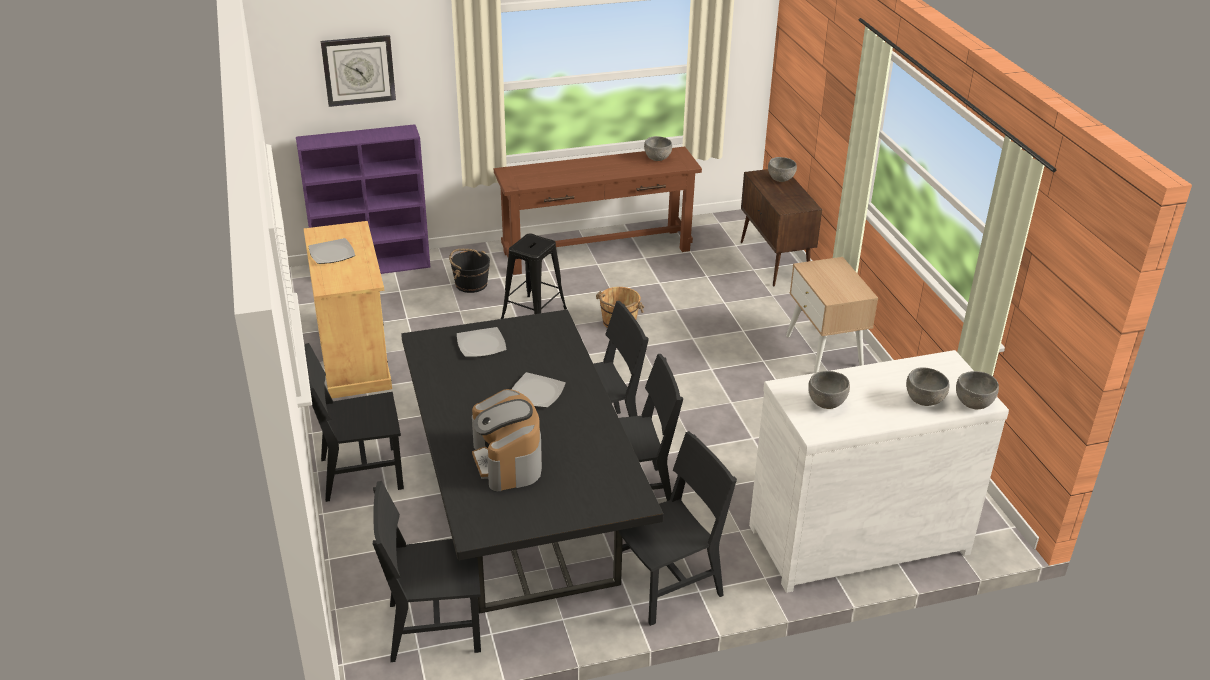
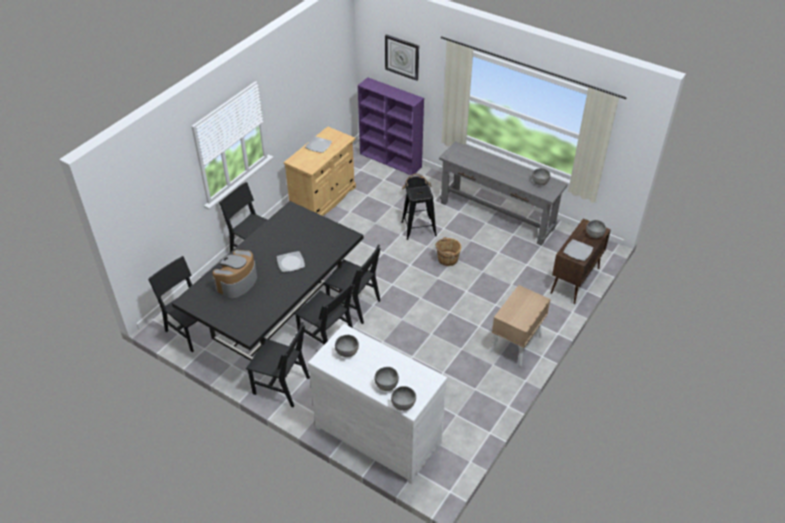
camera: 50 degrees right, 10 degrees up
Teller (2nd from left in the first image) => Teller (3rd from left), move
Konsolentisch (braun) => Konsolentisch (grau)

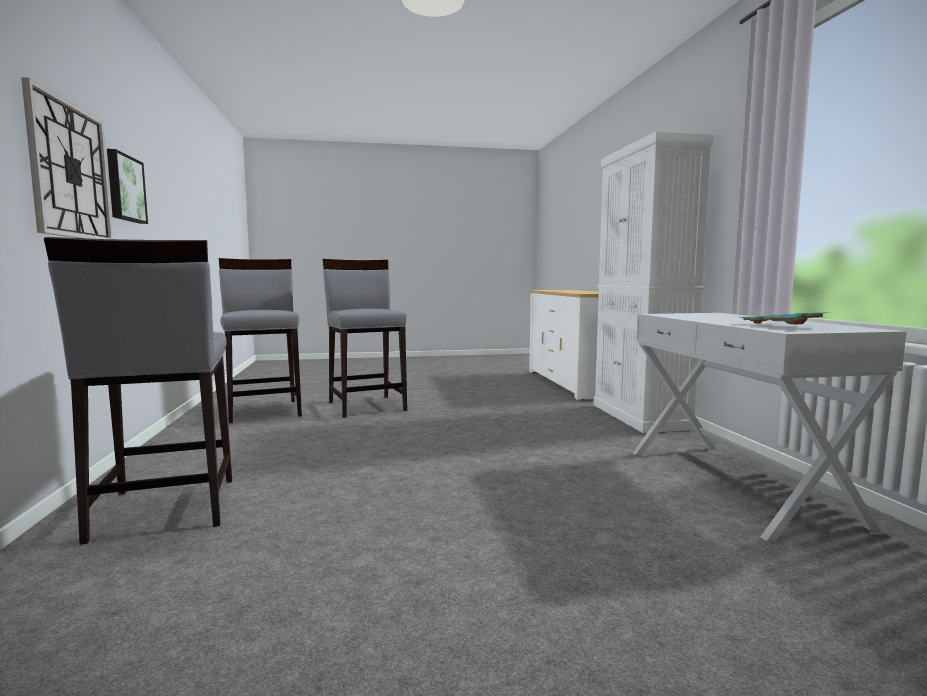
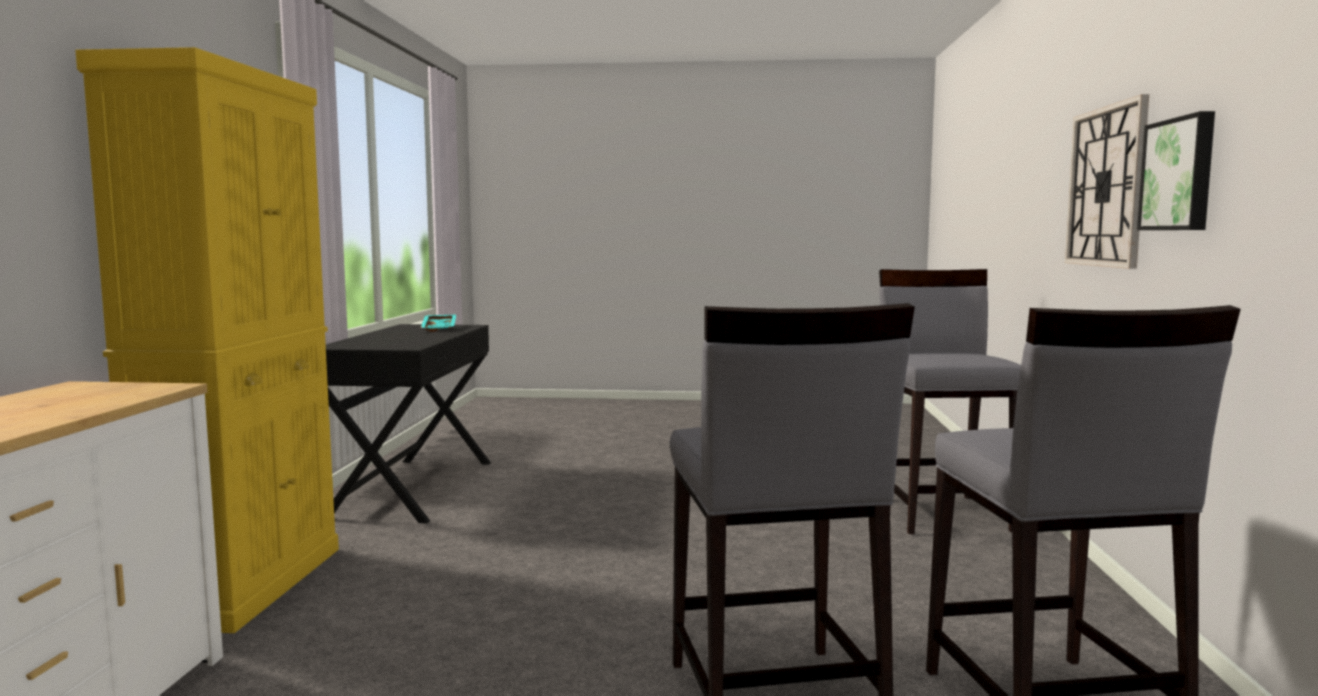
camera: 165 degrees left, 0 degrees up
Schrank (weiß) => Schrank (gelb)
Konsolentisch (weiß) => Konsolentisch (schwarz)

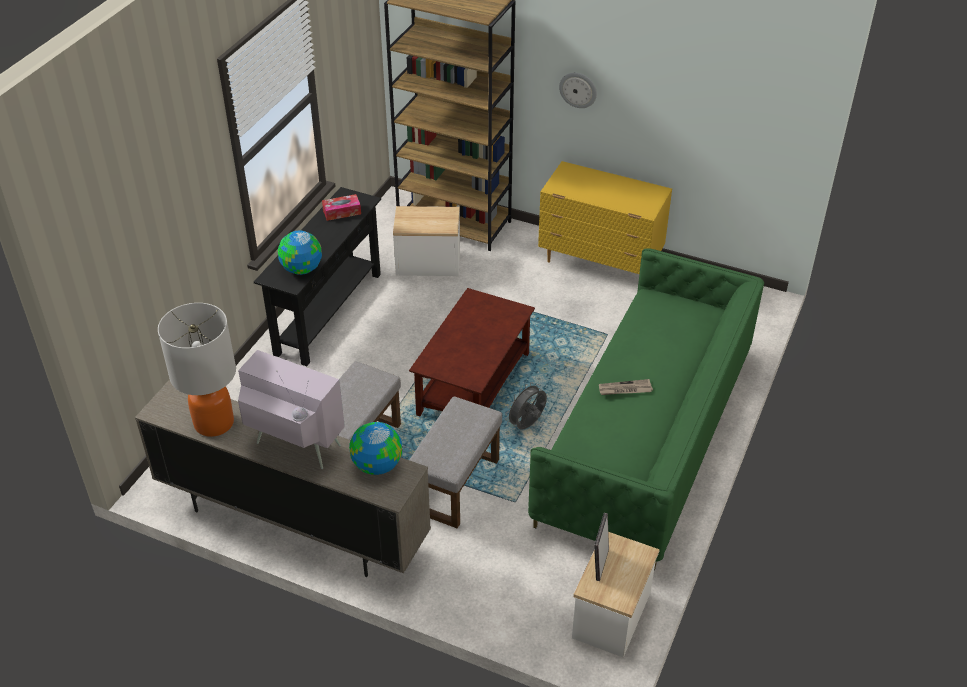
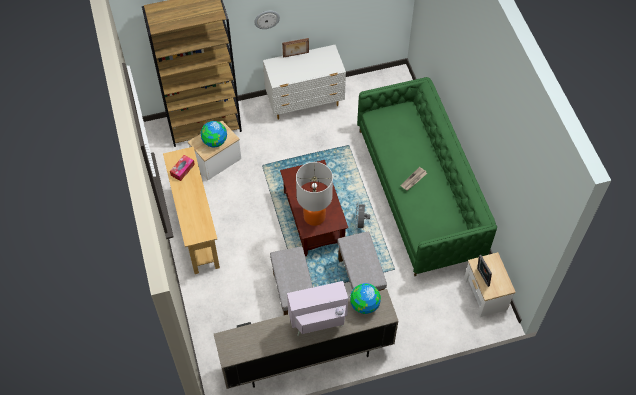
camera: 40 degrees left, 15 degrees up
Tischlampe, move
Konsolentisch (schwarz) => Konsolentisch (beige)
Globus (1st from left), move
Kommode (gelb) => Kommode (weiß)
nothing => Bilderrahmen (1st from left)

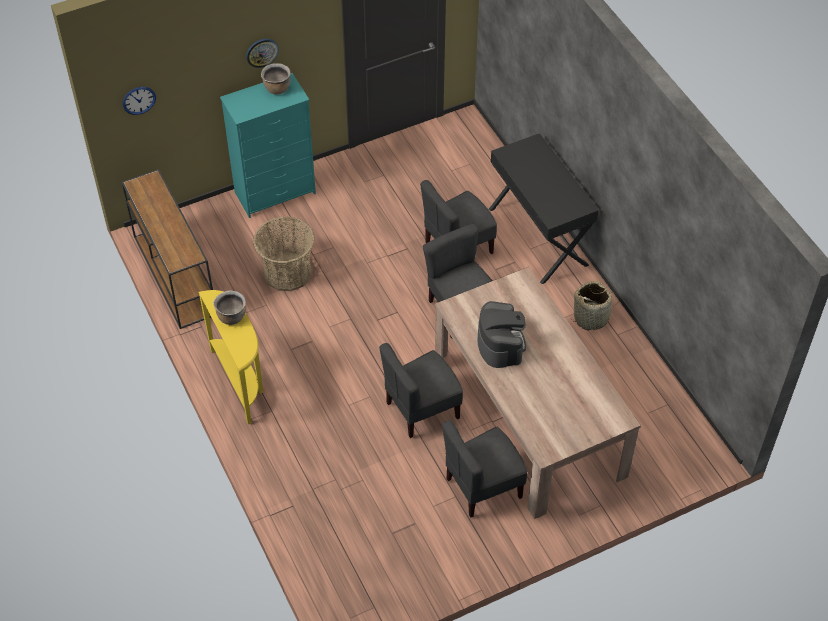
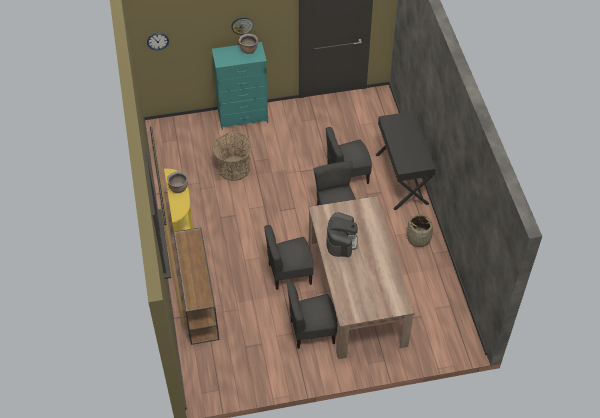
camera: 15 degrees right, 0 degrees up
Konsolentisch (braun), move

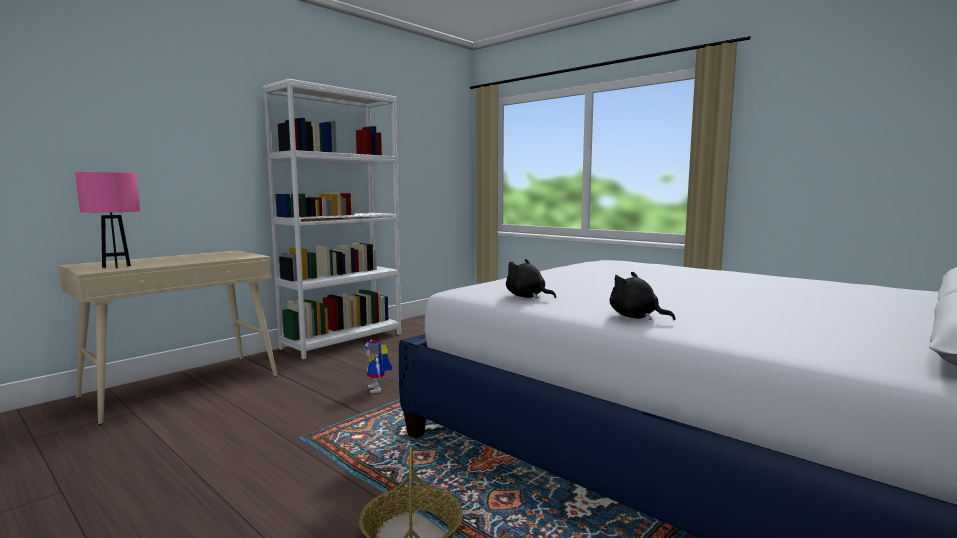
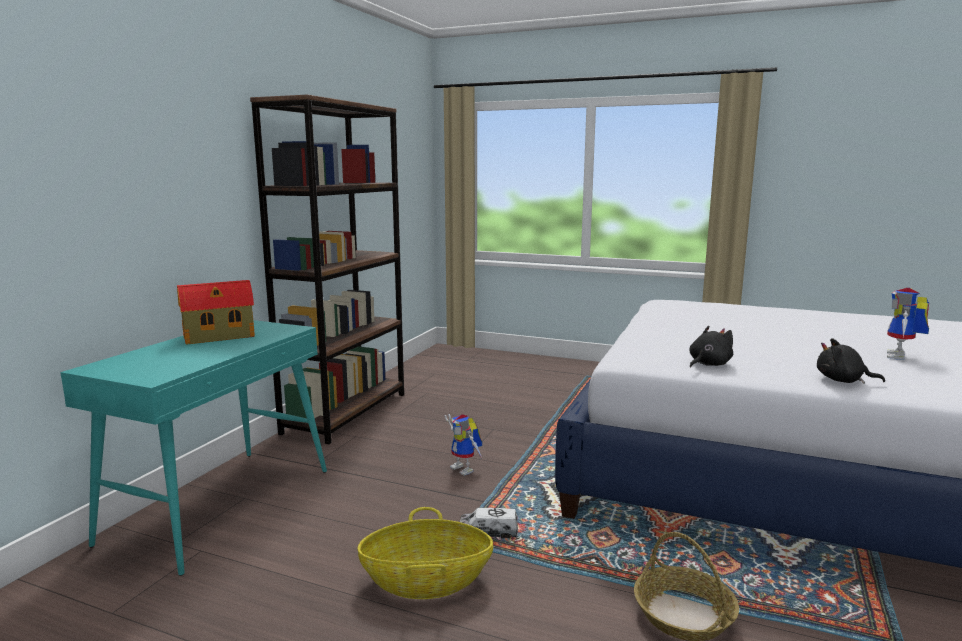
camera: 20 degrees left, 5 degrees up
Konsolentisch (beige) => Konsolentisch (türkis)
Tischlampe (rosa) => nothing
Bücherregal (weiß) => Bücherregal (braun)
Plüschtier (schwarz) (1st from left), 120 degrees clockwise
nothing => Spielzeughaus
nothing => Korb (1st from left)
nothing => Spielzeuglaster
nothing => Spielzeugroboter (2nd from left)

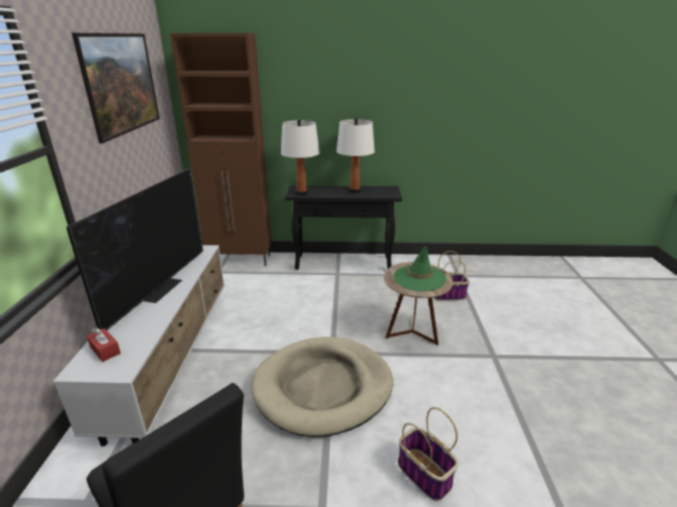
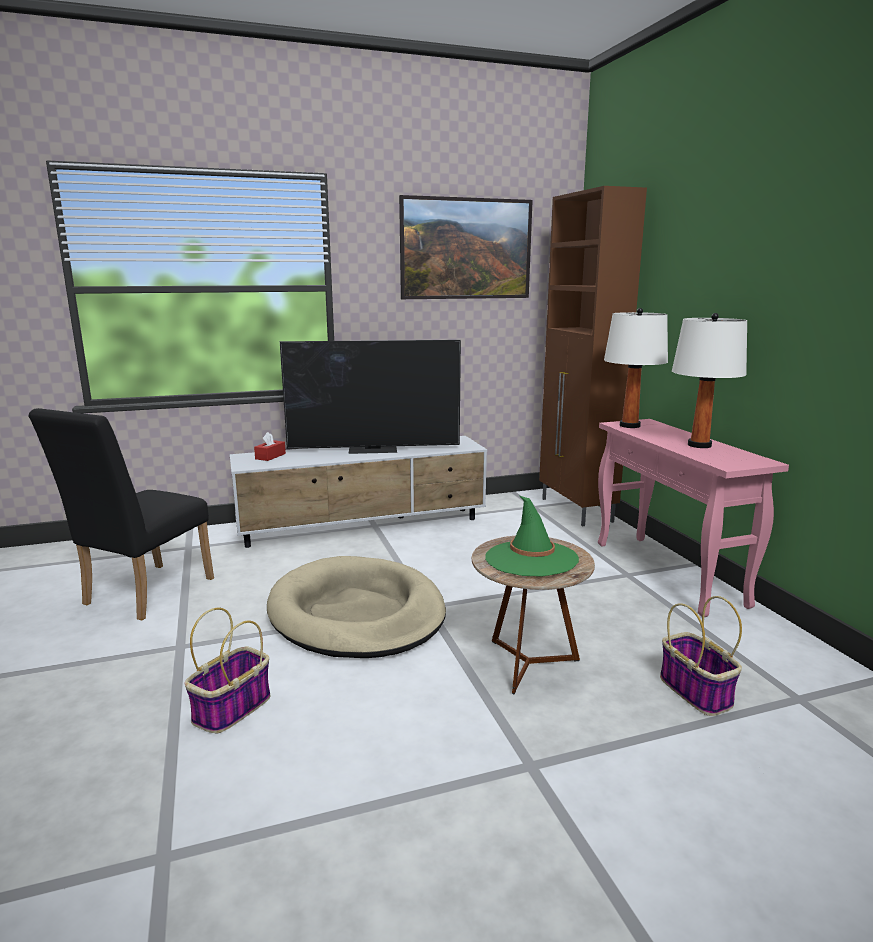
camera: 70 degrees right, 10 degrees down
Konsolentisch (schwarz) => Konsolentisch (rosa)

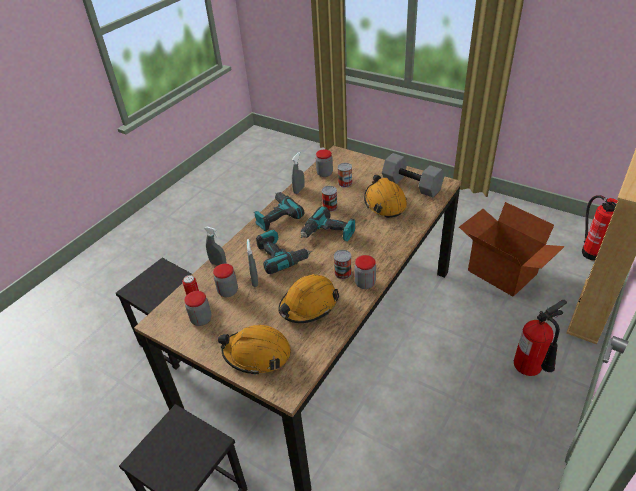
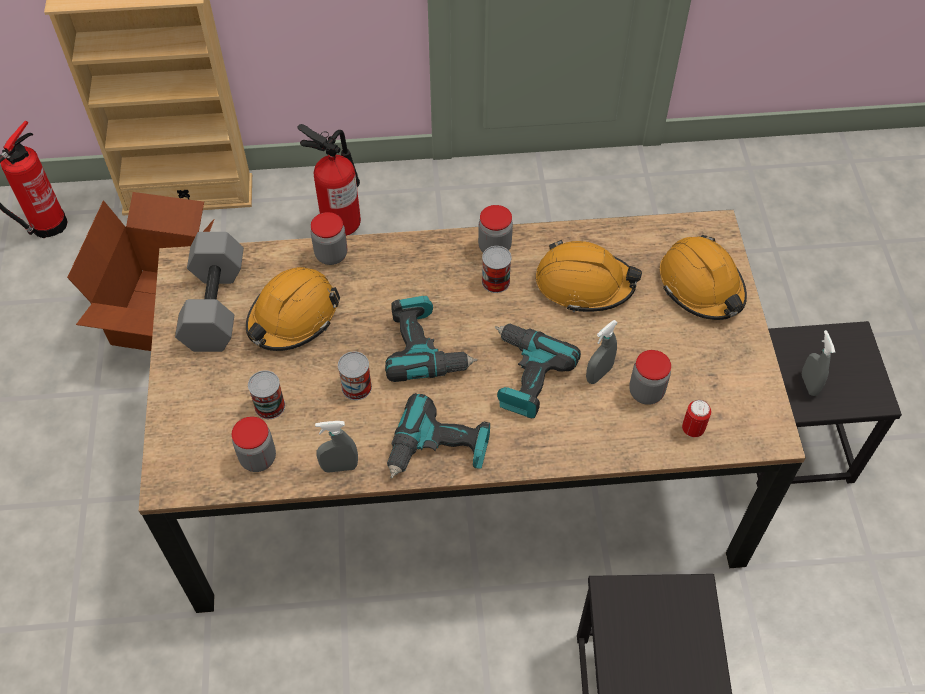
camera: 130 degrees left, 15 degrees up
Vorratsglas (1st from left in the first image) => Vorratsglas (2nd from left), move
Sprühflasche (grau) (1st from left in the first image) => Sprühflasche (grau) (3rd from left), move

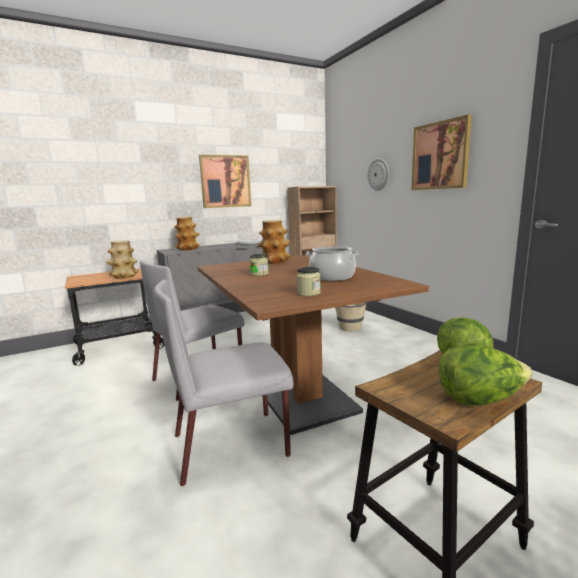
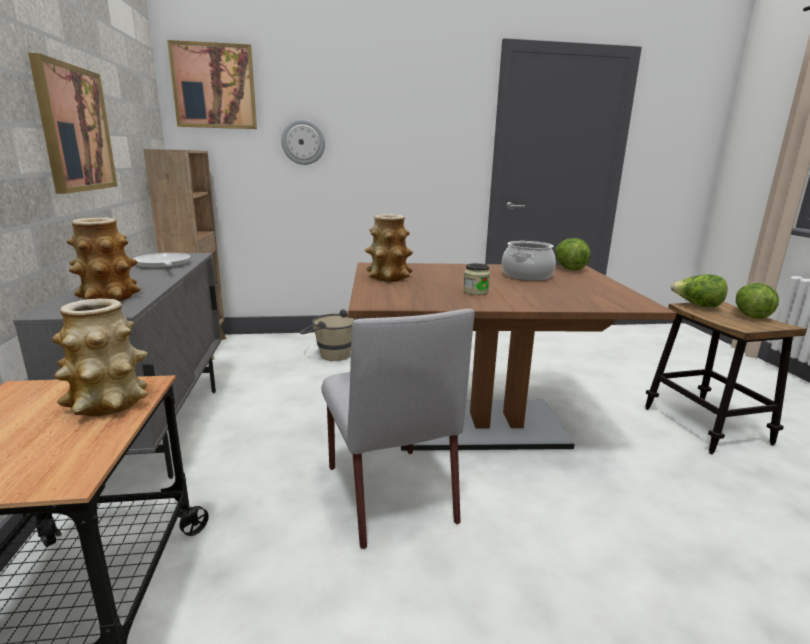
camera: 70 degrees left, 5 degrees up
Stuhl (grau) (2nd from left) => nothing
Vorratsglas (2nd from left) => nothing
Bild (2nd from left), move
nothing => Salatkopf (1st from left)

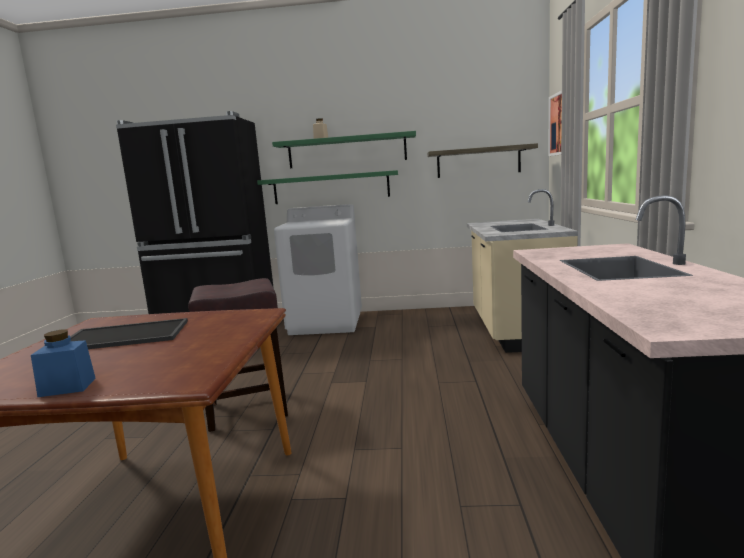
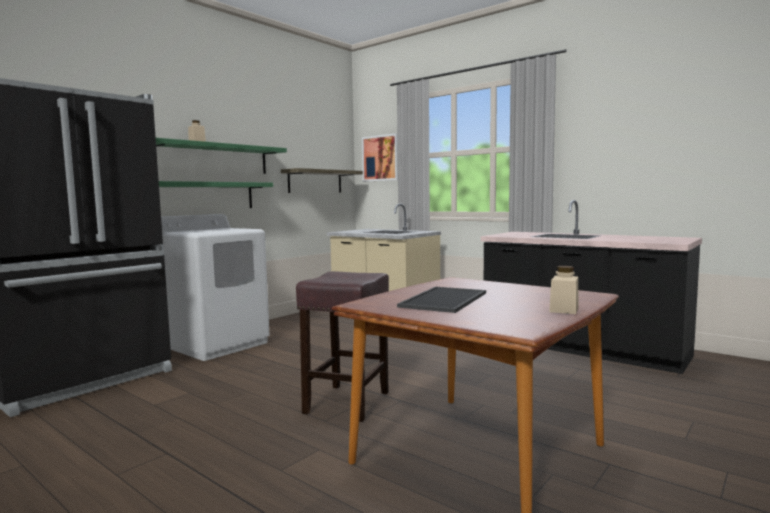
camera: 55 degrees left, 5 degrees down
Vorratsglas (blau) => Vorratsglas (beige) (2nd from left)

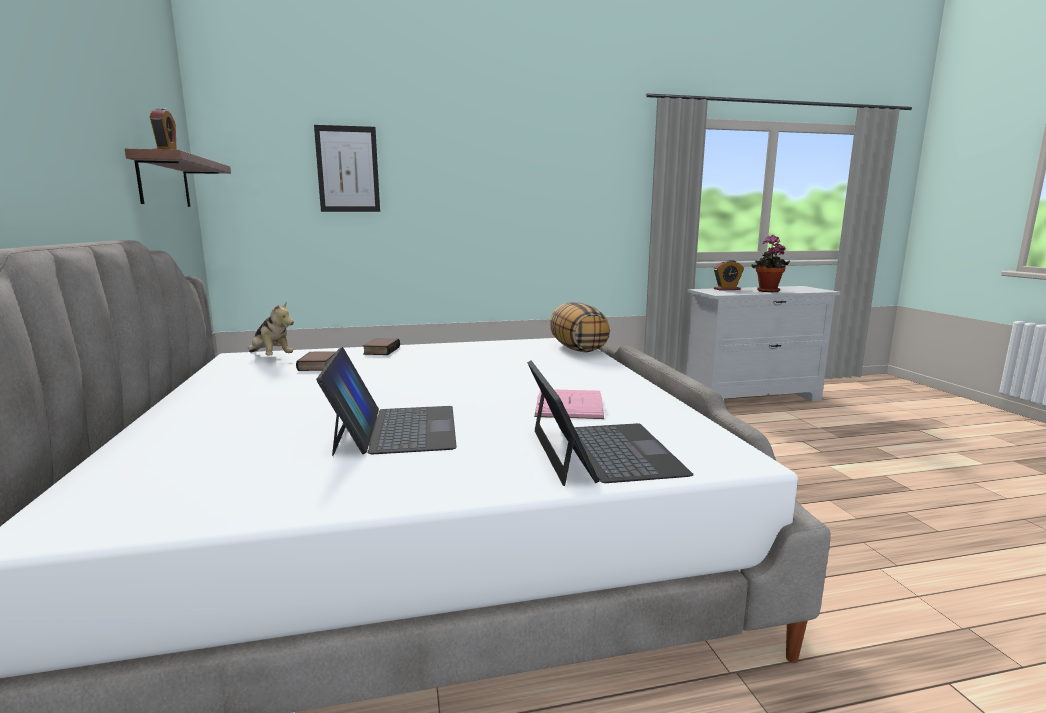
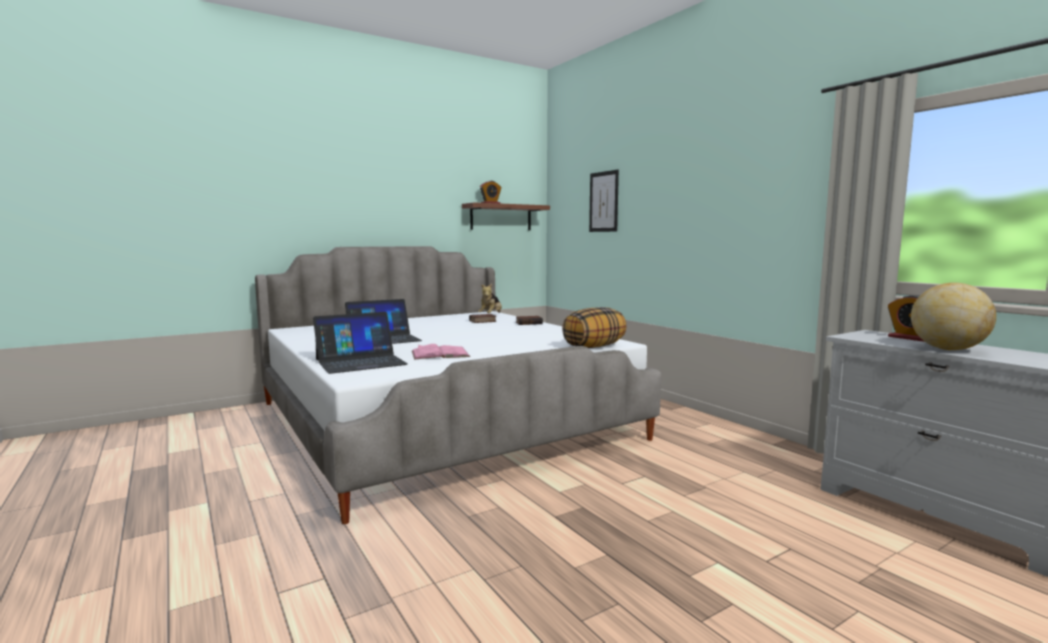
camera: 70 degrees right, 5 degrees down
Topfpflanze => Globus

